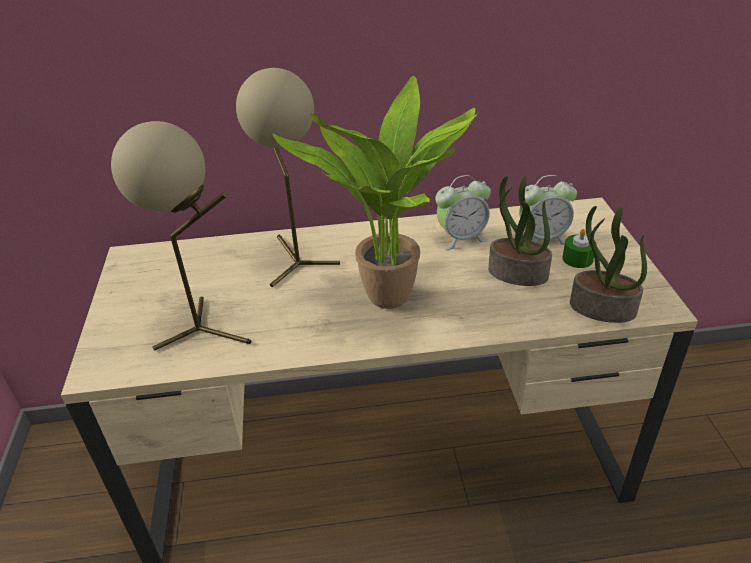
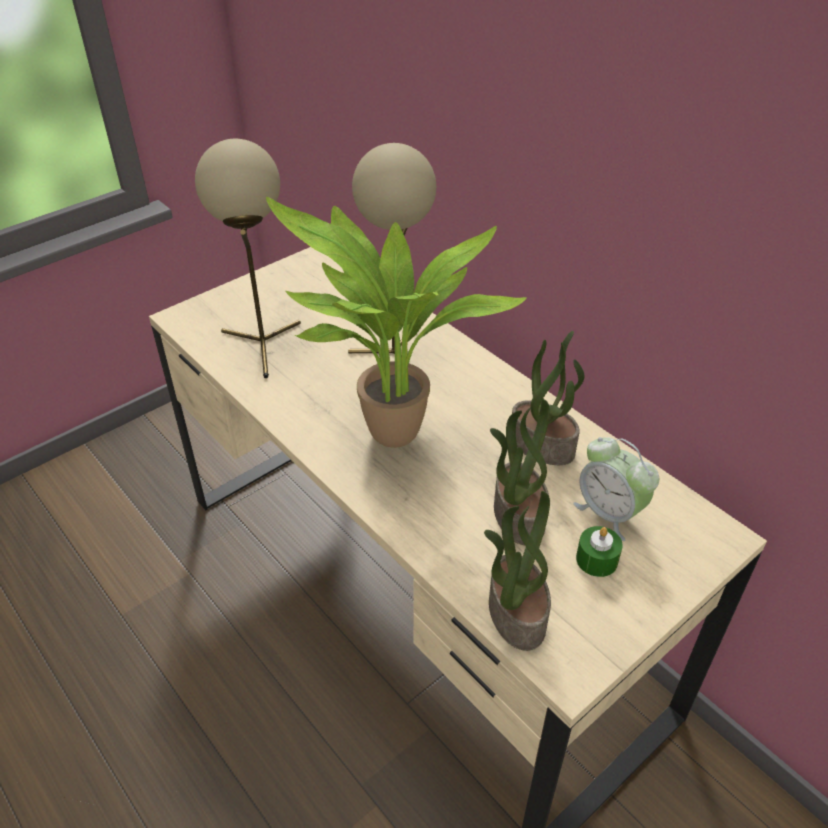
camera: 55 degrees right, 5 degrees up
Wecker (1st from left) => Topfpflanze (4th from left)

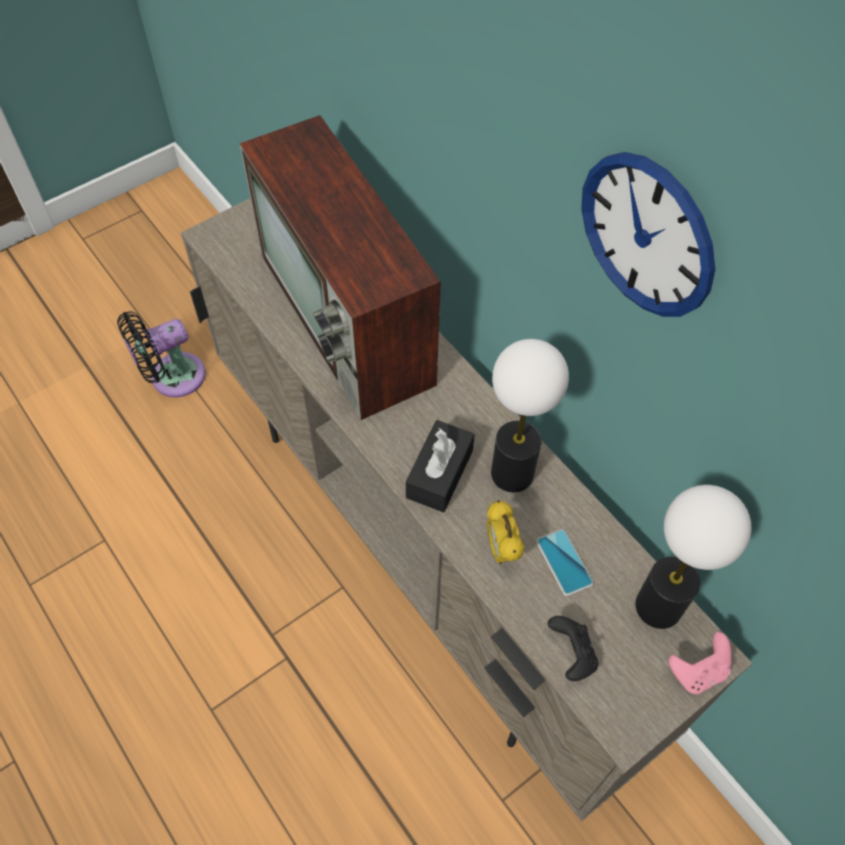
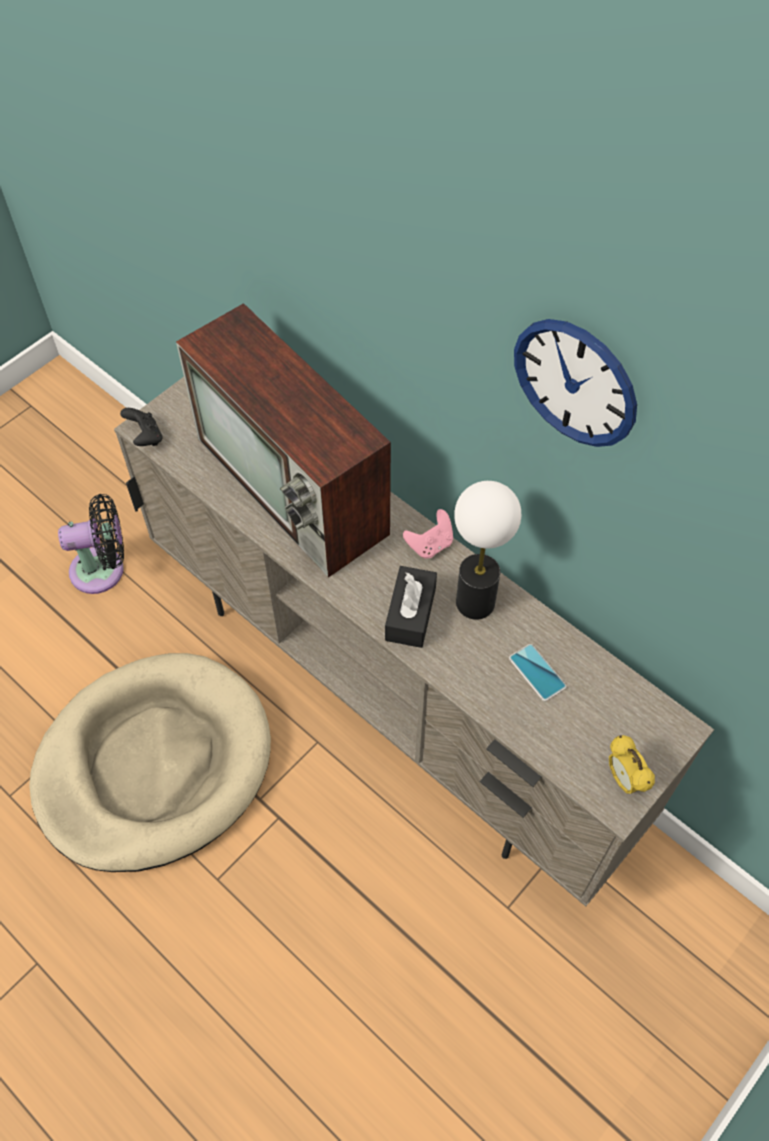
camera: 10 degrees left, 0 degrees up
Ventilator (schwarz), 150 degrees counterclockwise
Wecker, move
Gamepad (schwarz), move
Tischlampe (2nd from left) => nothing
Gamepad (rosa), move
nothing => Hundebett (beige)

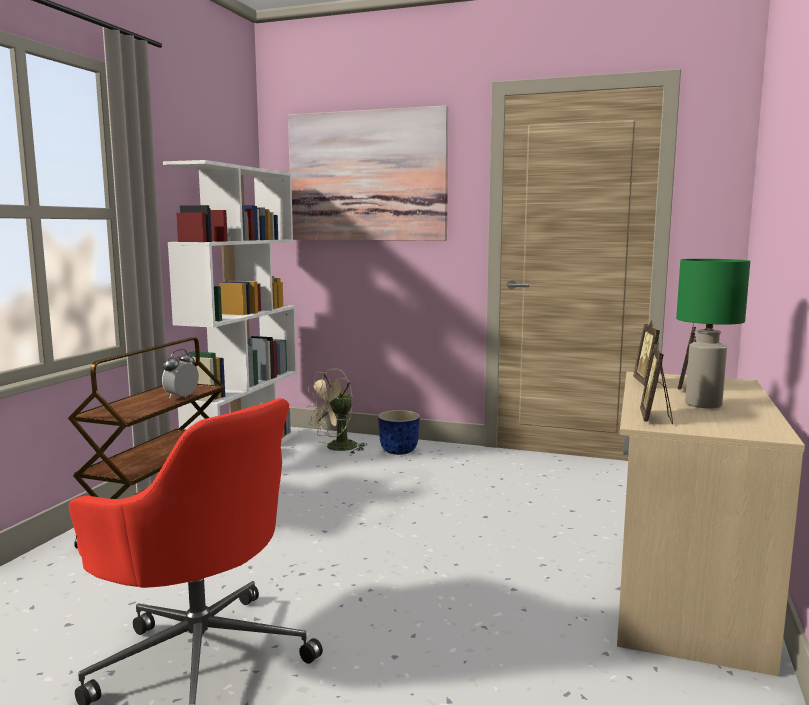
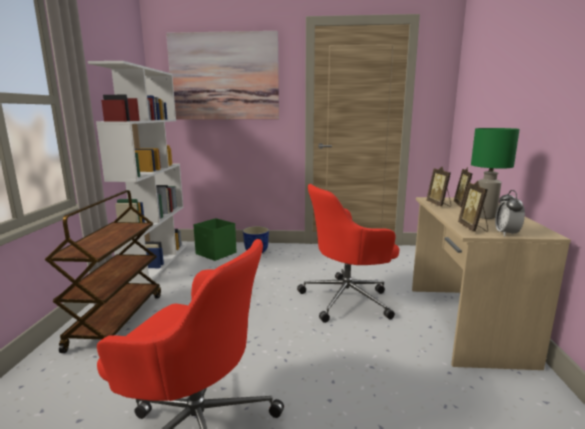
camera: 15 degrees left, 5 degrees up
Wecker, move
Ventilator (beige) => Aufbewahrungsbox (grün)
nothing => Bürostuhl (rot) (2nd from left)

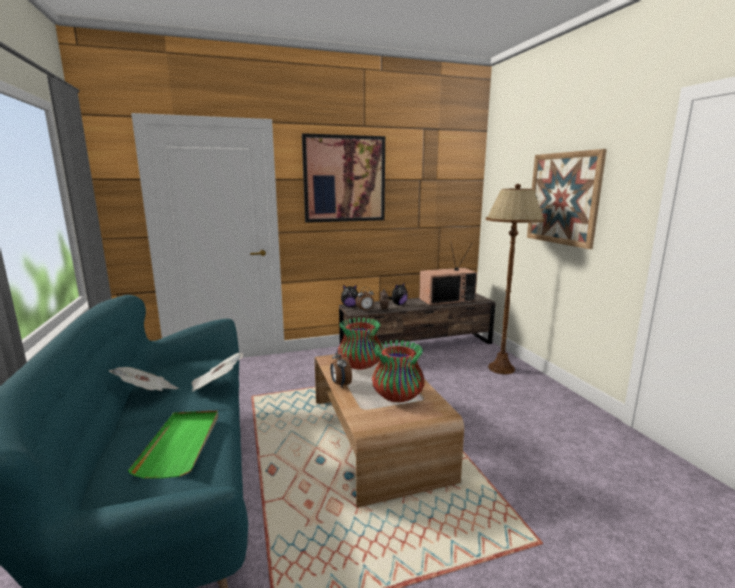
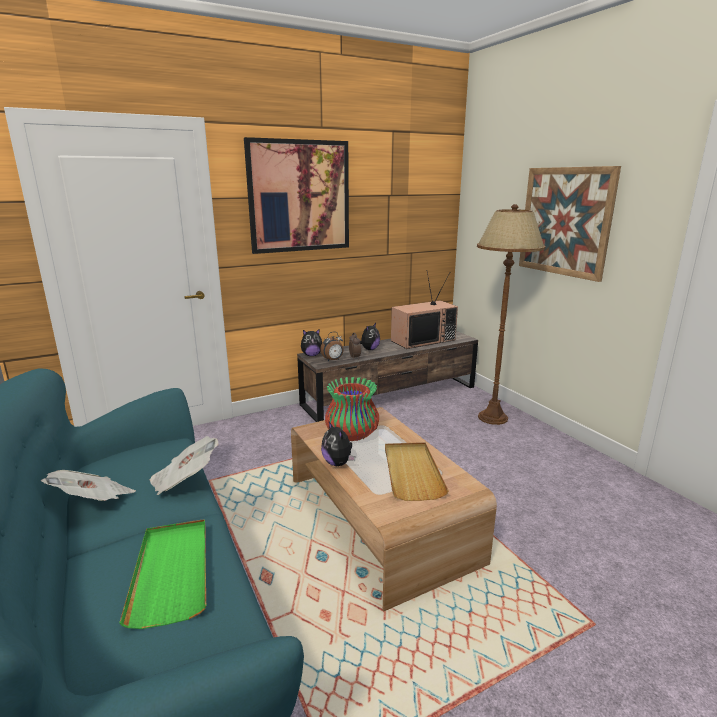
camera: 10 degrees left, 5 degrees up
Wecker (1st from left) => Plüschtier (2nd from left)
Vase (2nd from left) => Tablett (beige)

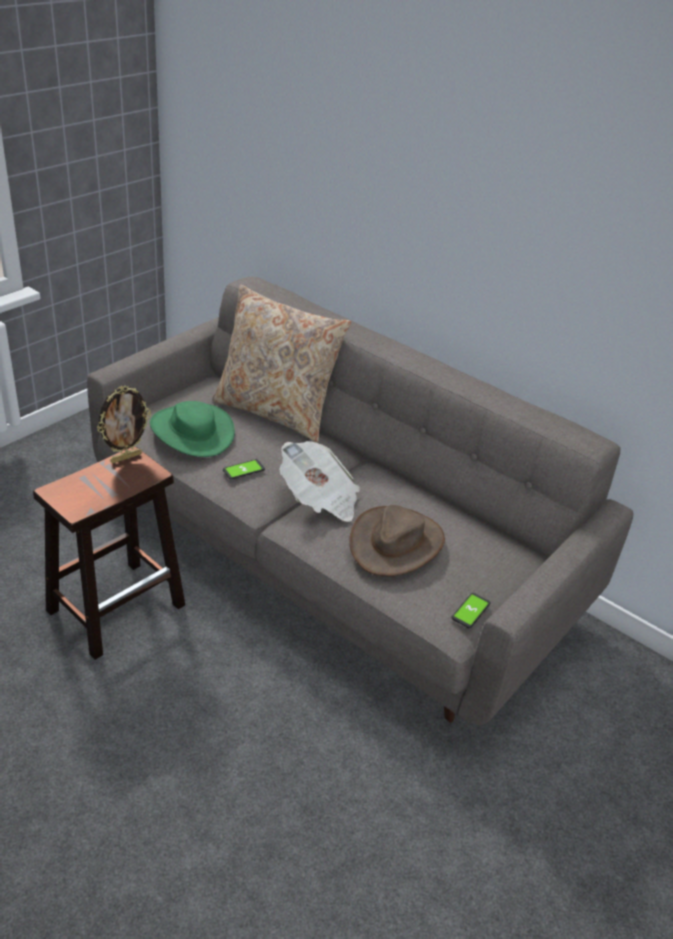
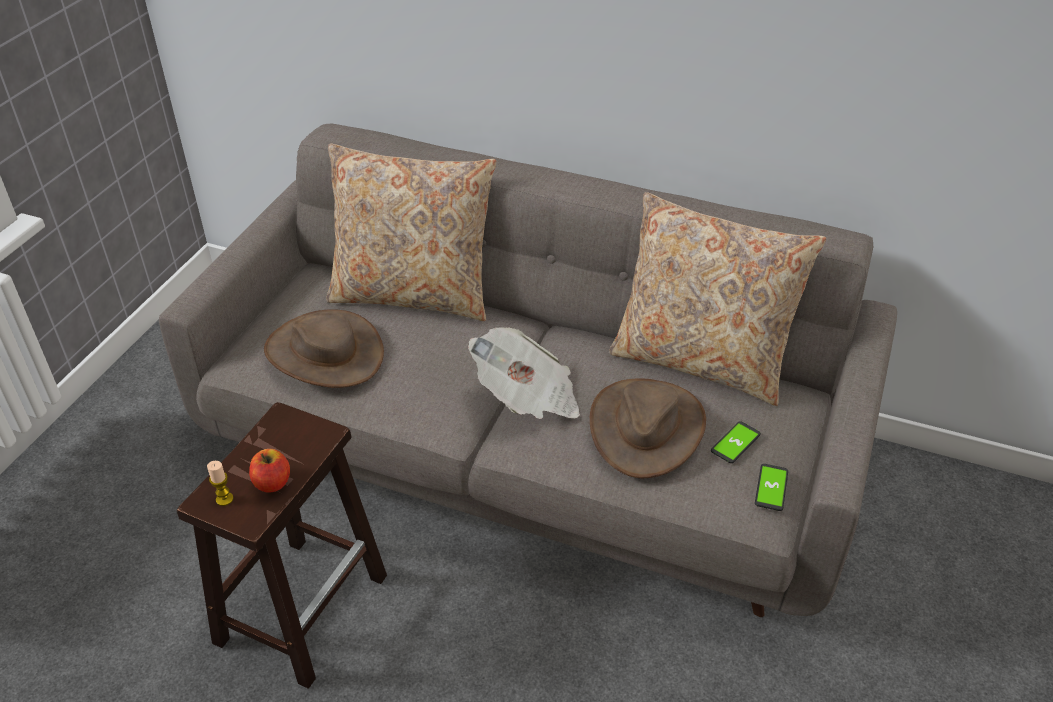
camera: 15 degrees left, 5 degrees up
Bilderrahmen => nothing
Hut (grün) => Hut (braun) (1st from left)
Handy (1st from left), move
nothing => Kerze
nothing => Apfel
nothing => Kissen (beige) (2nd from left)

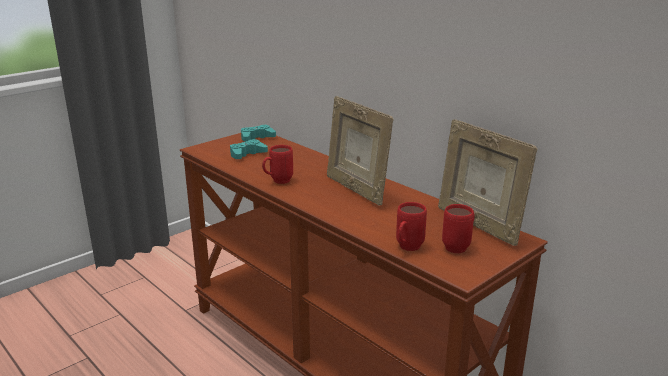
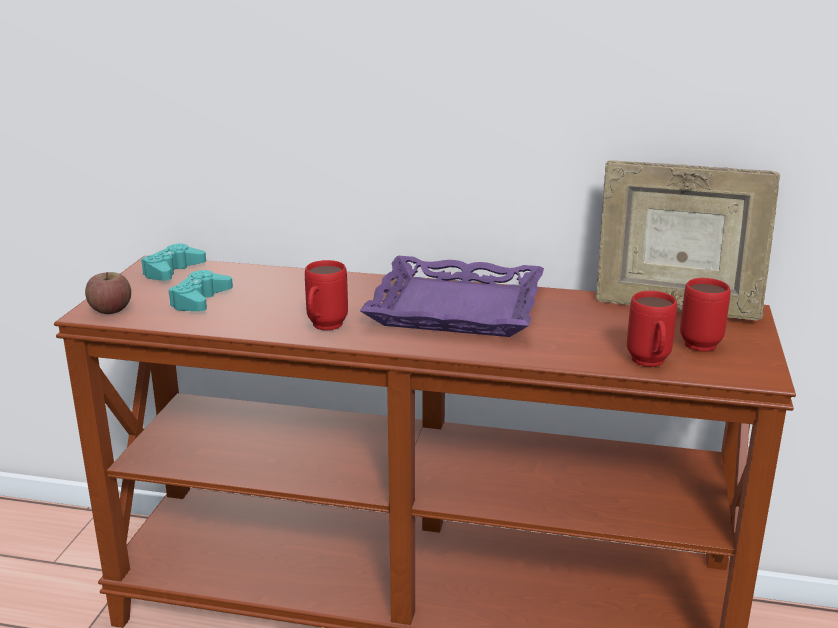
camera: 35 degrees left, 0 degrees up
Bilderrahmen (1st from left) => Tablett (lila)
nothing => Apfel

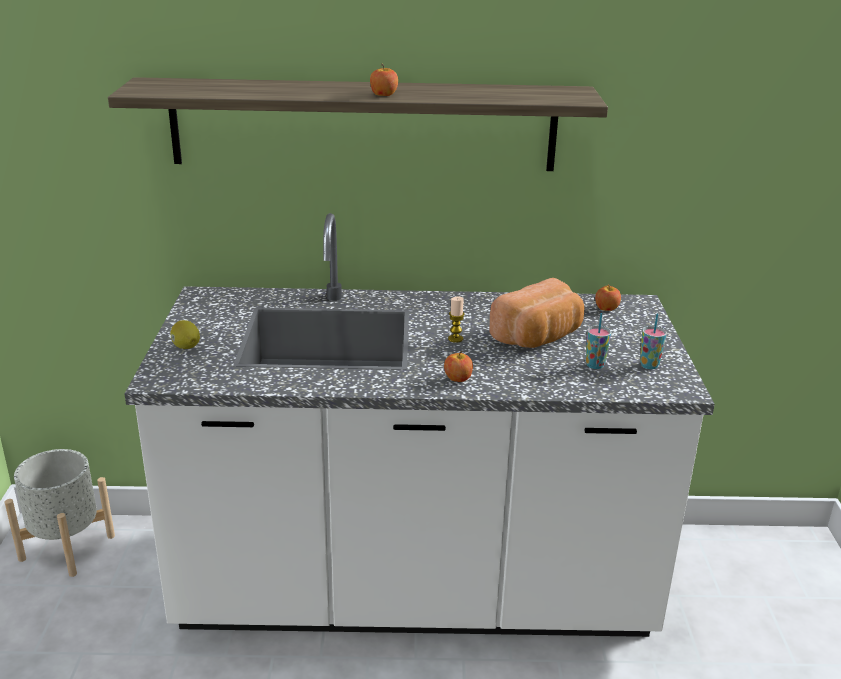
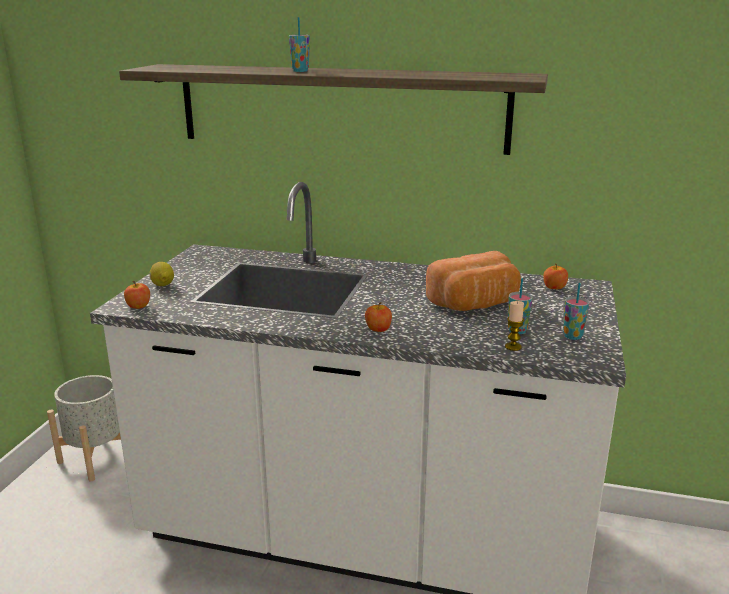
camera: 15 degrees right, 5 degrees down
Apfel (1st from left), move
Kerze, move
nothing => Tasse (1st from left)

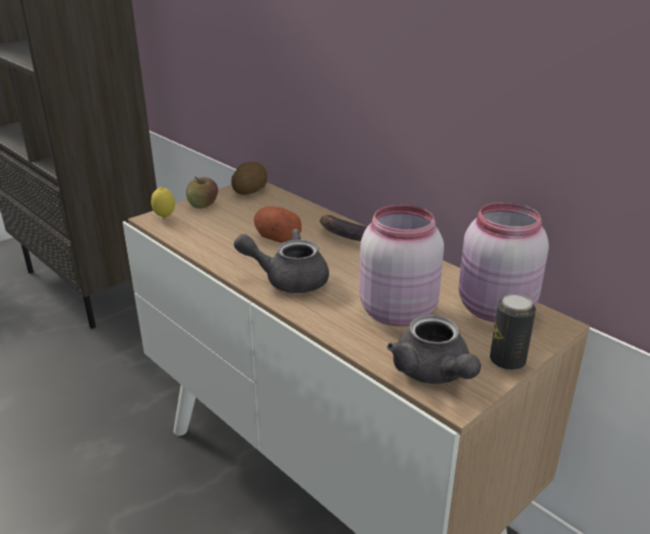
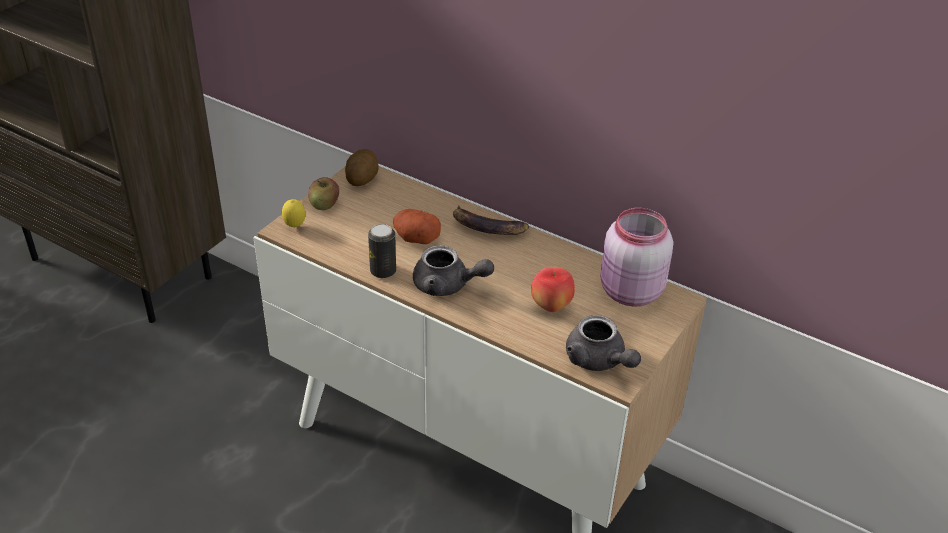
camera: 15 degrees left, 10 degrees up
Teekanne (grau) (1st from left), 150 degrees counterclockwise
Vorratsglas (rosa) (1st from left) => Apfel (2nd from left)
Dose, move

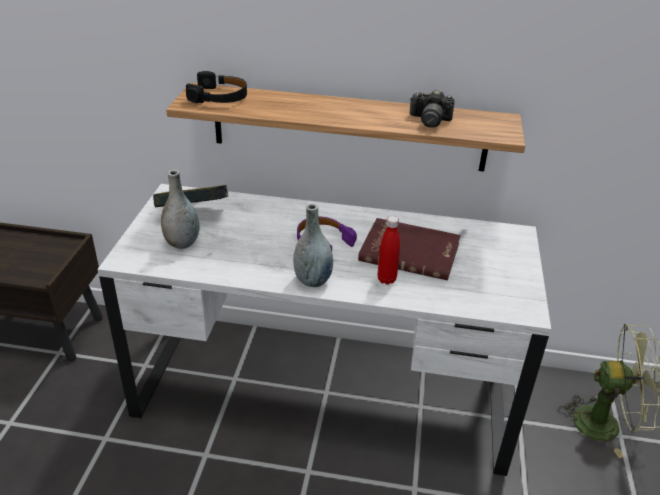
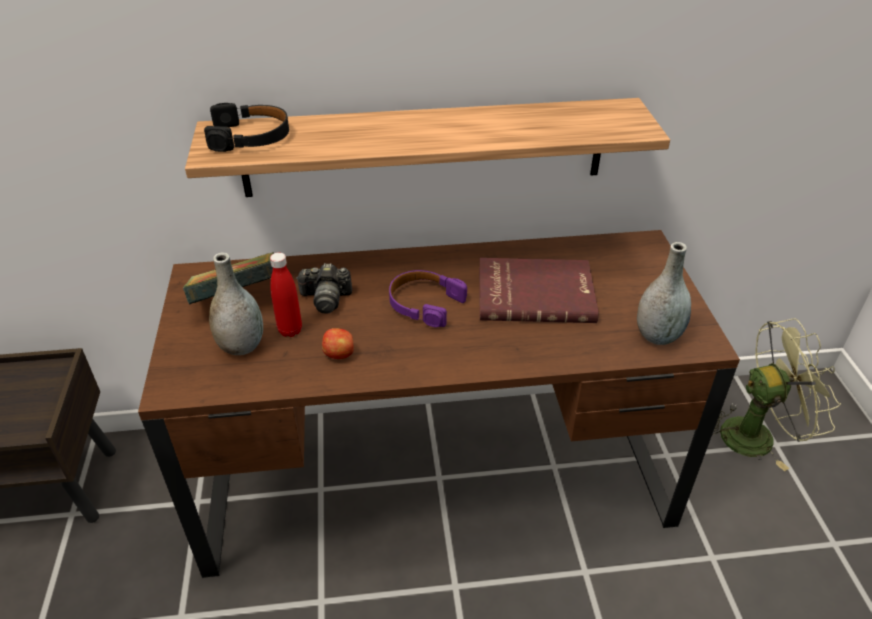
camera: 15 degrees left, 5 degrees up
Schreibtisch (weiß) => Schreibtisch (braun)
Vase (grau) (2nd from left), move
Flasche (rot), move
Kamera, move
nothing => Apfel

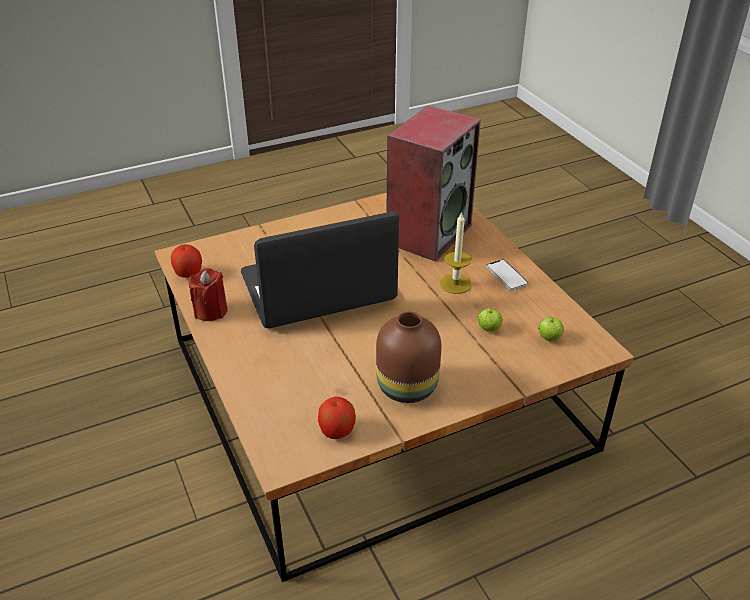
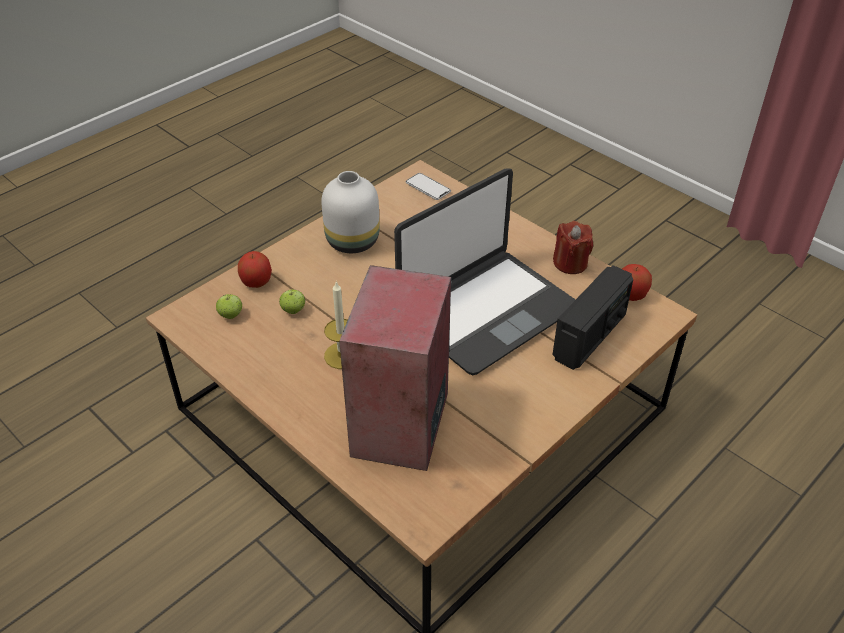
camera: 160 degrees right, 5 degrees up
Apfel (2nd from left), move
Vase (braun) => Vase (weiß)
Handy, move
nothing => Radio

